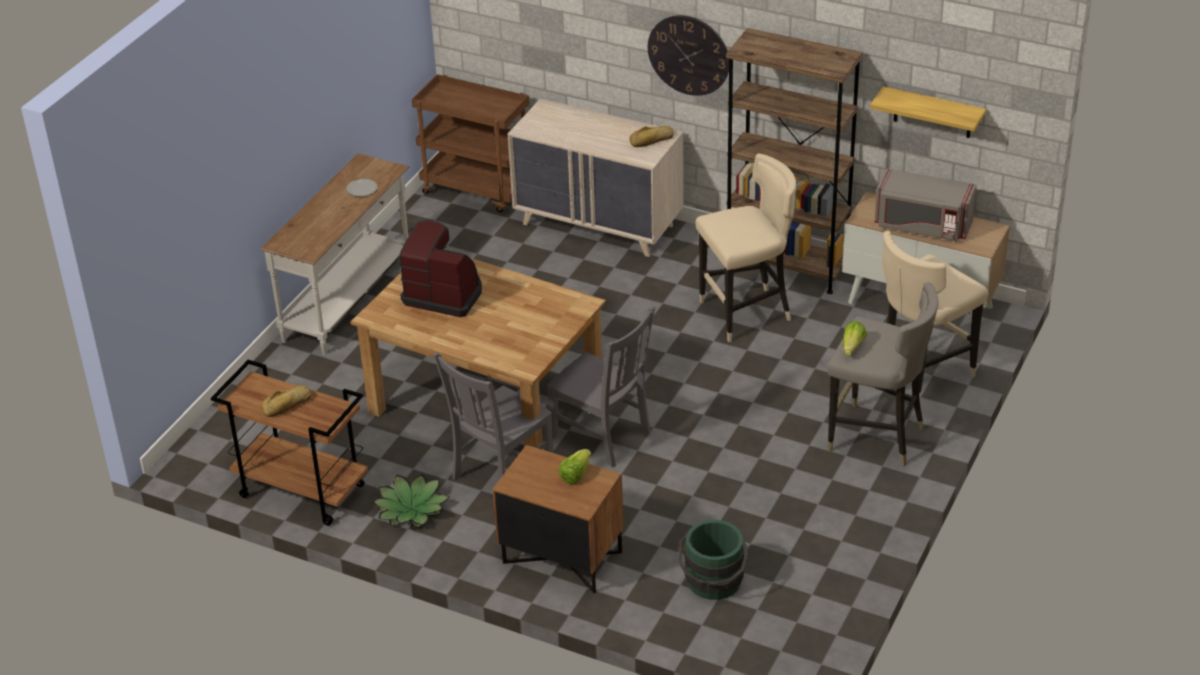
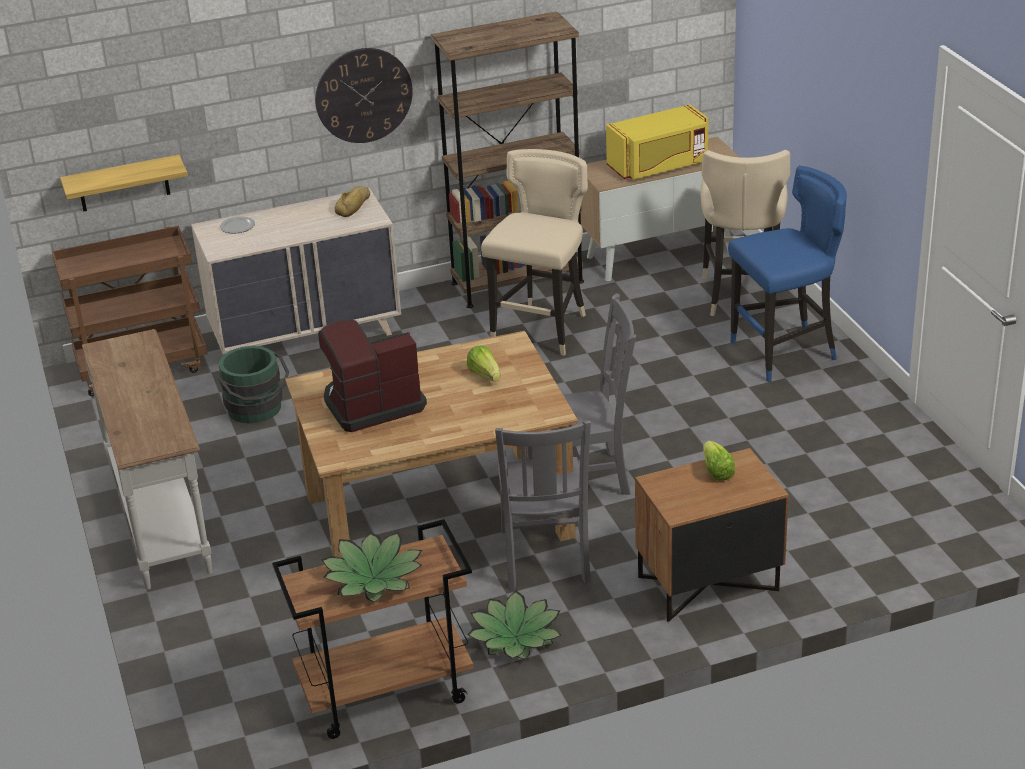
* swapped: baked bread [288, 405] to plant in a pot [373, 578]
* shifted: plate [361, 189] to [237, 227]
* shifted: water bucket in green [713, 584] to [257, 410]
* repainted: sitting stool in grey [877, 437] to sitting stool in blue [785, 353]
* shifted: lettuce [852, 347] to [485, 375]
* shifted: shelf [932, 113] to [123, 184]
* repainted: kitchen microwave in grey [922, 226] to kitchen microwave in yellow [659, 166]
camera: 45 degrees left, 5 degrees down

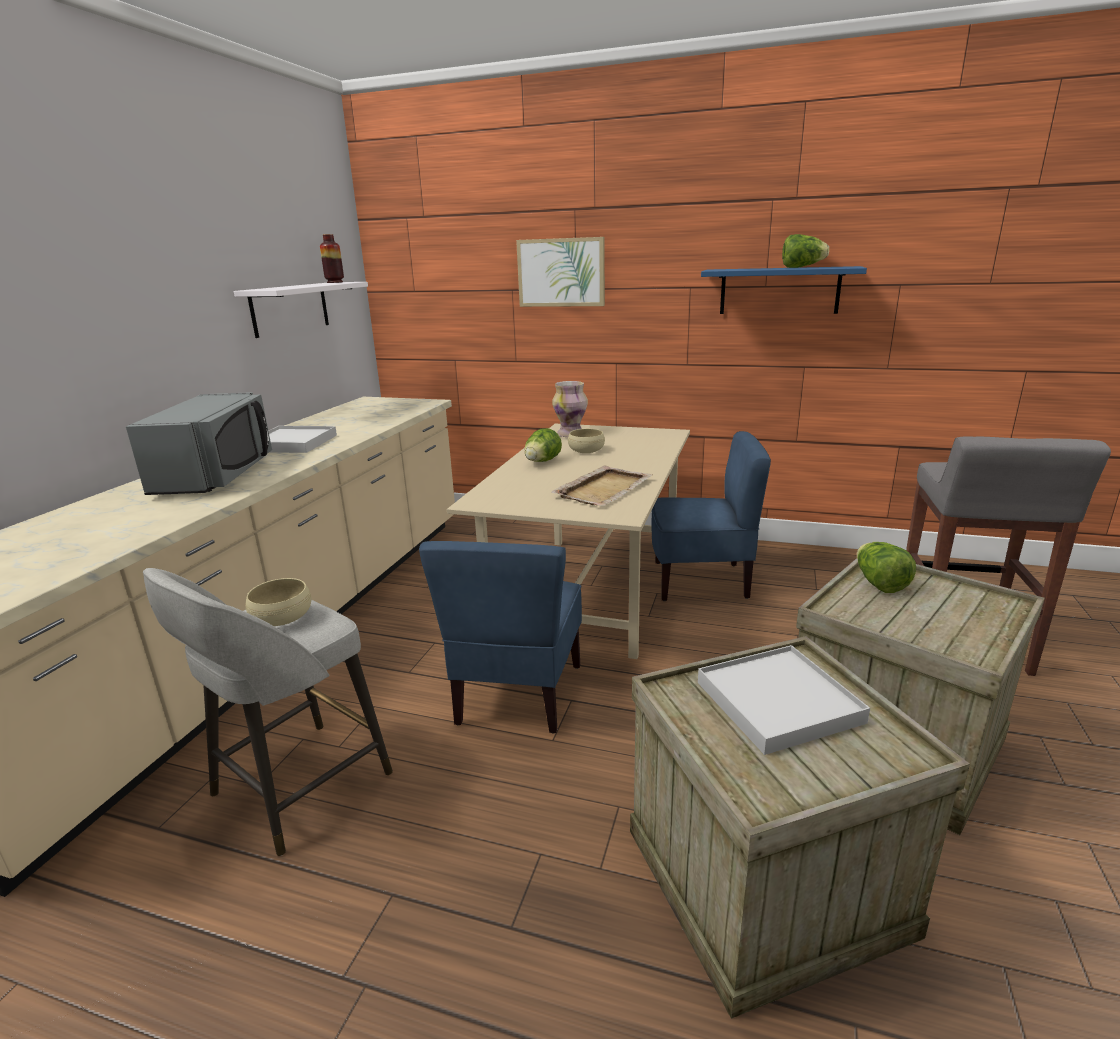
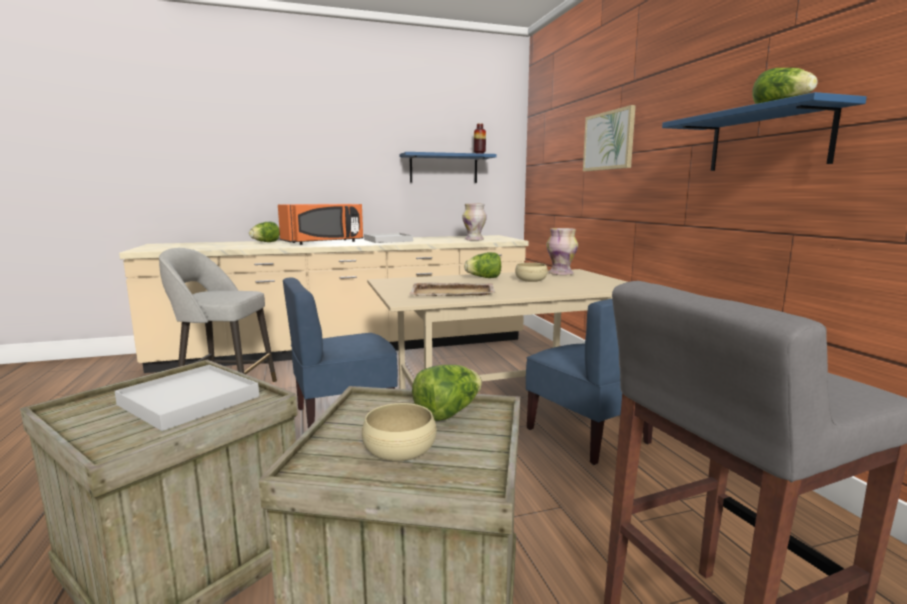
* repainted: kitchen microwave in grey [218, 475] to kitchen microwave in orangey [324, 242]
* repainted: shelf in white [290, 308] to shelf in blue [443, 168]
* shifted: serving bowl in beige [282, 617] to [399, 450]
* new: lettuce [265, 242]
* new: vase [474, 240]
camera: 55 degrees right, 10 degrees down

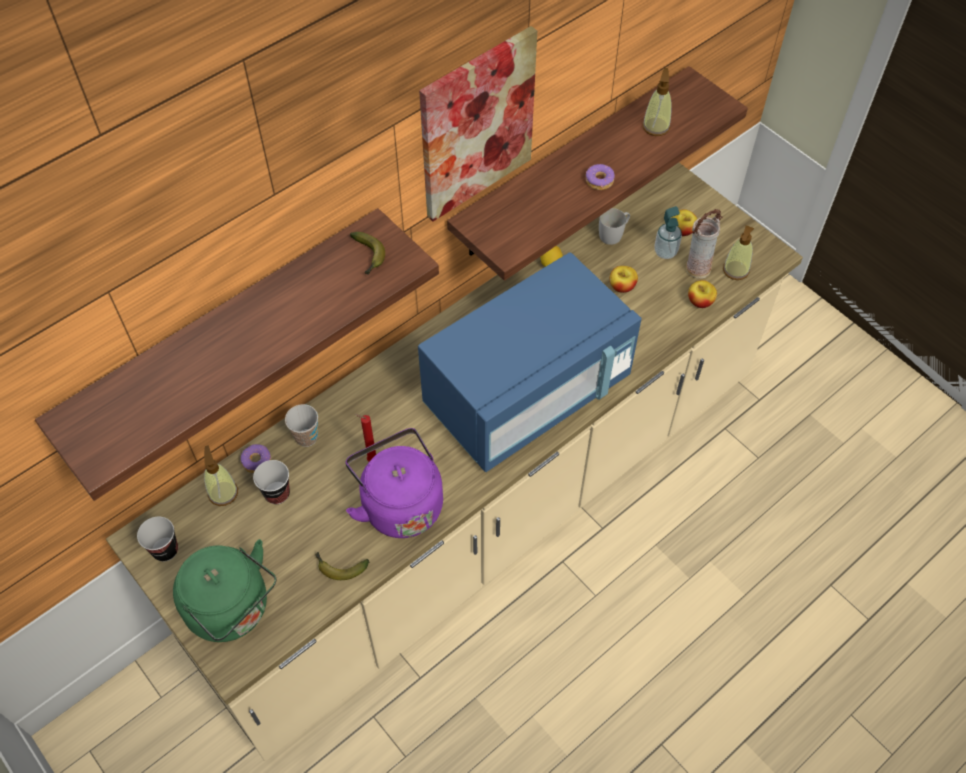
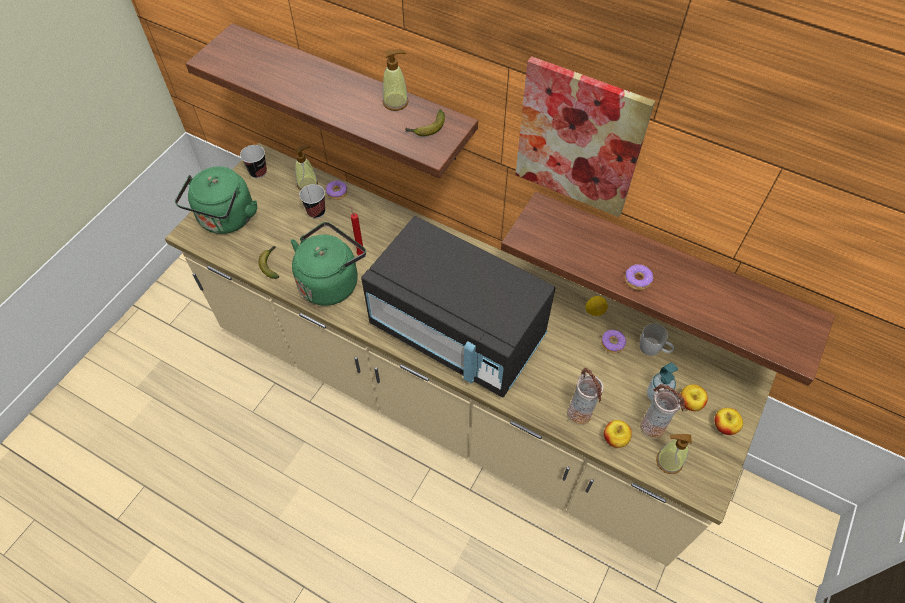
* gone: small cup [306, 437]
* repainted: water kettle in purple [399, 503] to water kettle in green [331, 281]
* repainted: kitchen microwave in blue [527, 393] to kitchen microwave in black [457, 332]
* shifted: apple fruit [622, 286] to [724, 426]
* shifted: soap dispenser [656, 126] to [396, 102]
* new: vase [580, 414]
* new: doughnut [612, 343]
camera: 70 degrees right, 0 degrees up

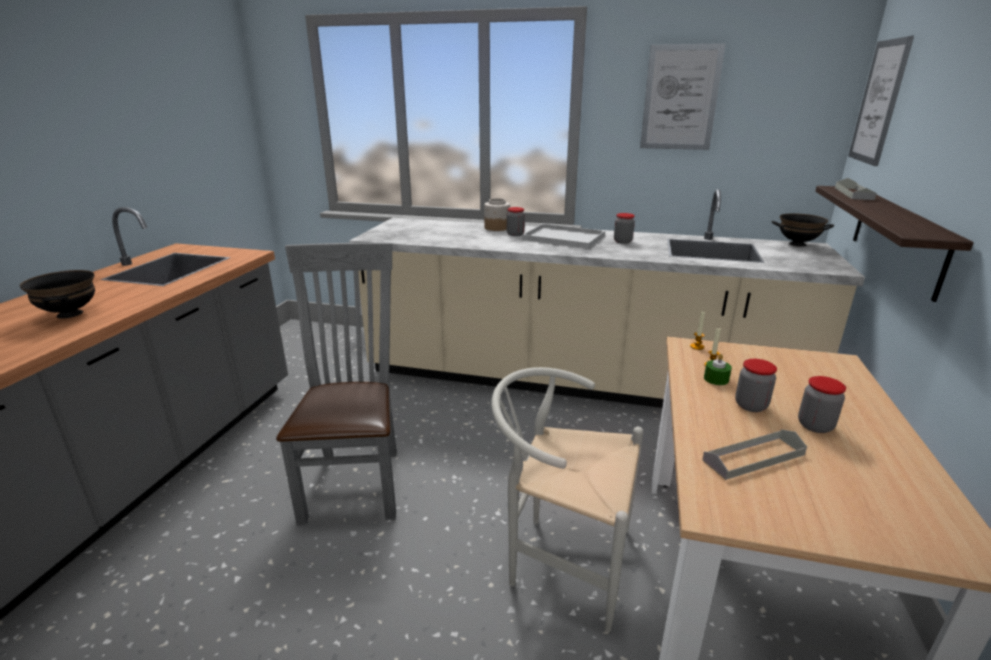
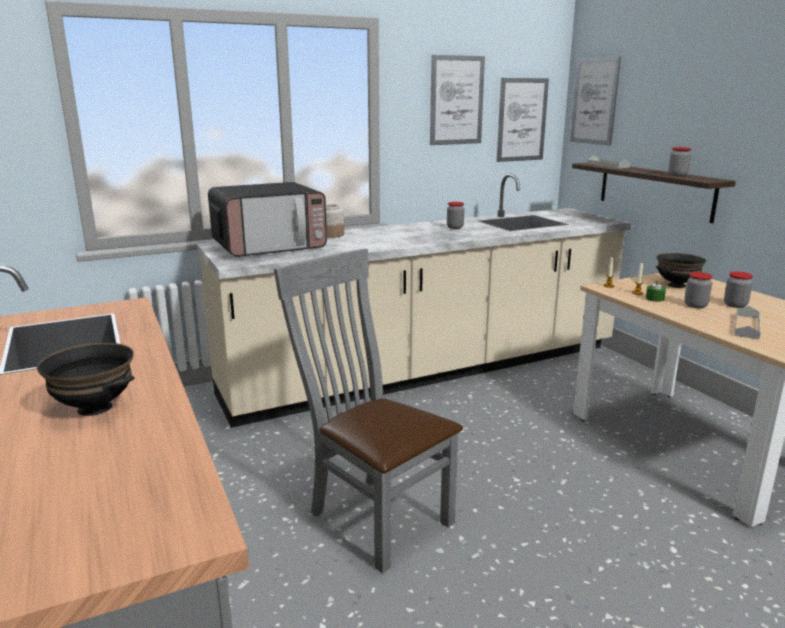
* gone: plain chair in white [560, 560]
* shifted: storage jar [515, 234] to [677, 175]
* gone: tray in white [565, 237]
* shifted: serving bowl in black [797, 244] to [676, 285]
* new: kitchen microwave [269, 246]
* new: wall art [522, 120]
camera: 40 degrees left, 5 degrees down

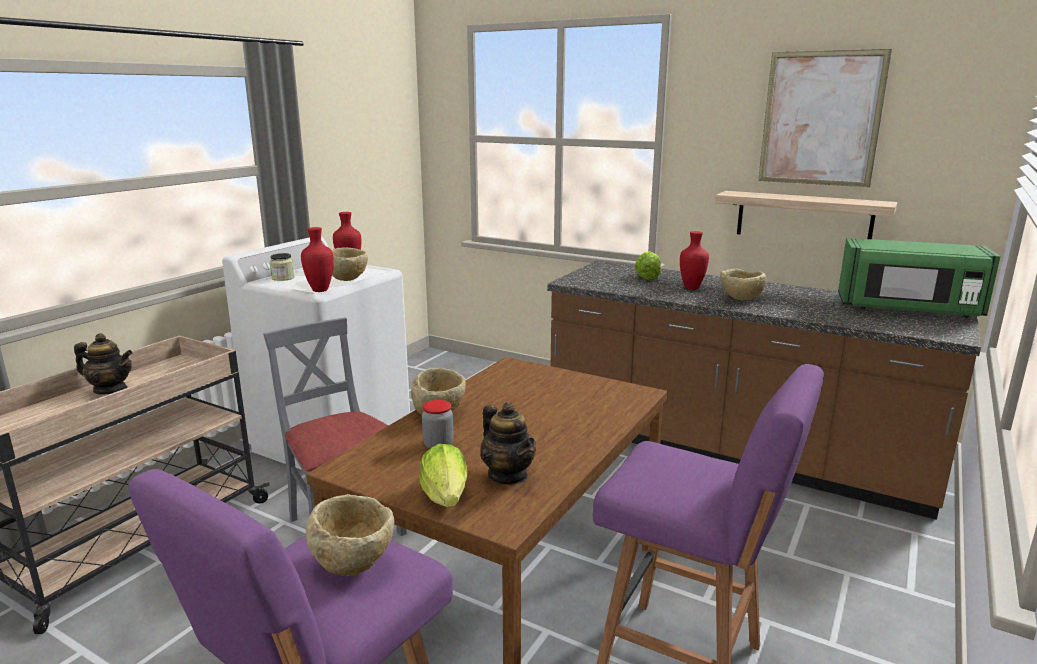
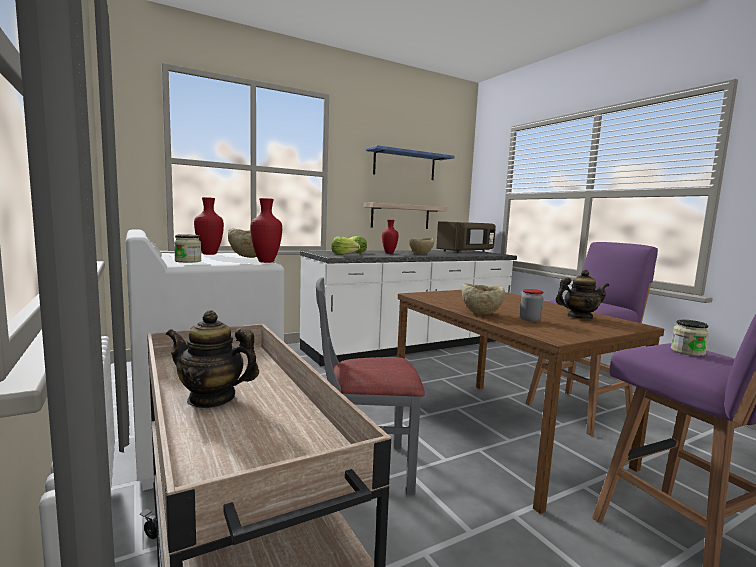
* rotated: pot for tea [110, 390] = [212, 398] 120 degrees counterclockwise
* swapped: serving bowl in beige [354, 563] to storage jar [687, 352]
* shifted: lettuce [446, 497] to [343, 254]
* repainted: kitchen counter in brown-coloured [731, 450] to kitchen counter in white [409, 346]
* swapped: wall art [820, 119] to shelf in blue [404, 165]
* repainted: kitchen microwave in green [908, 310] to kitchen microwave in brown-coloured [466, 251]
camera: 60 degrees left, 10 degrees down

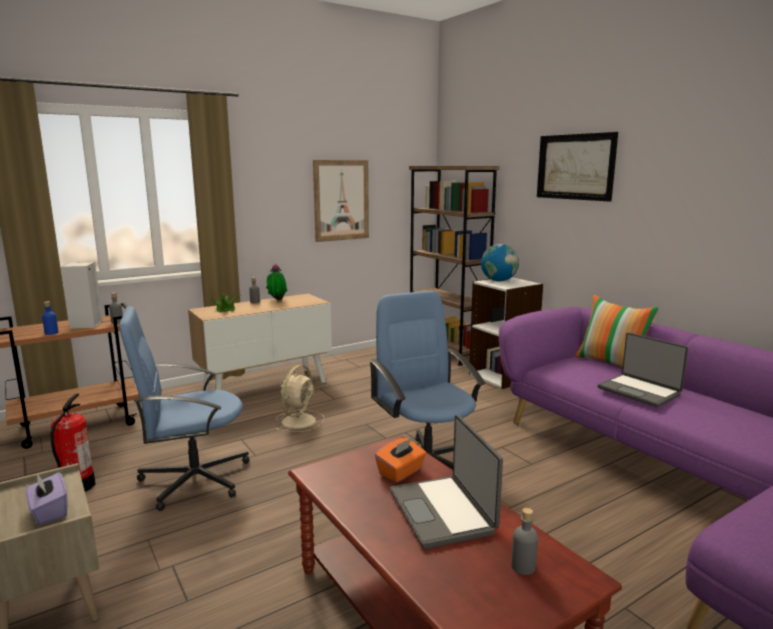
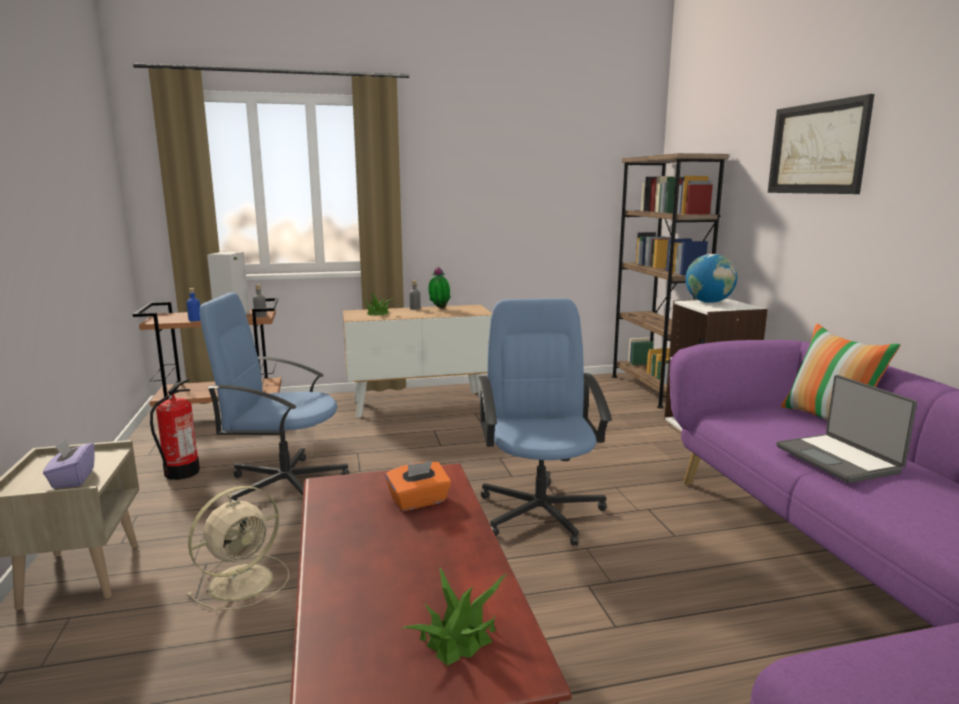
* shifted: cooling fan in beige [299, 420] to [244, 581]
* gone: wall art [341, 200]
* gone: portable computer [443, 511]
* swapped: drink bottle in grey [523, 567] to plant in a pot [459, 637]
camera: 20 degrees right, 0 degrees up

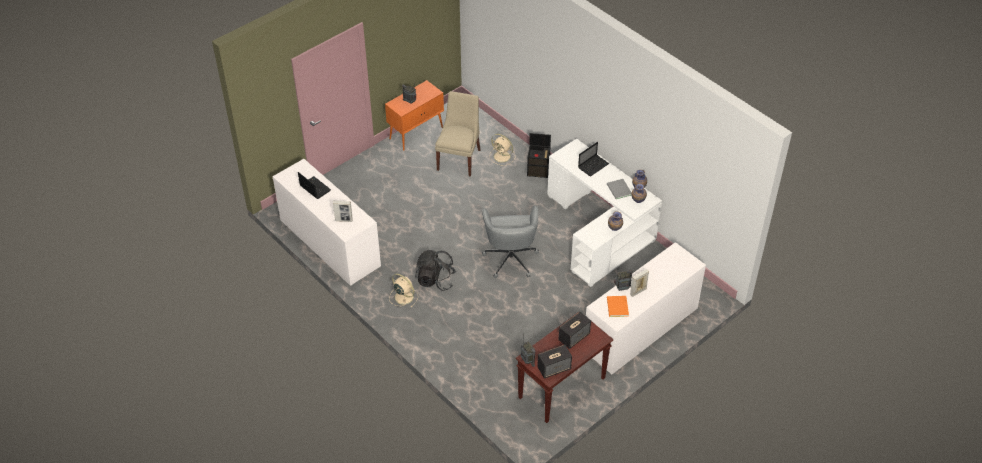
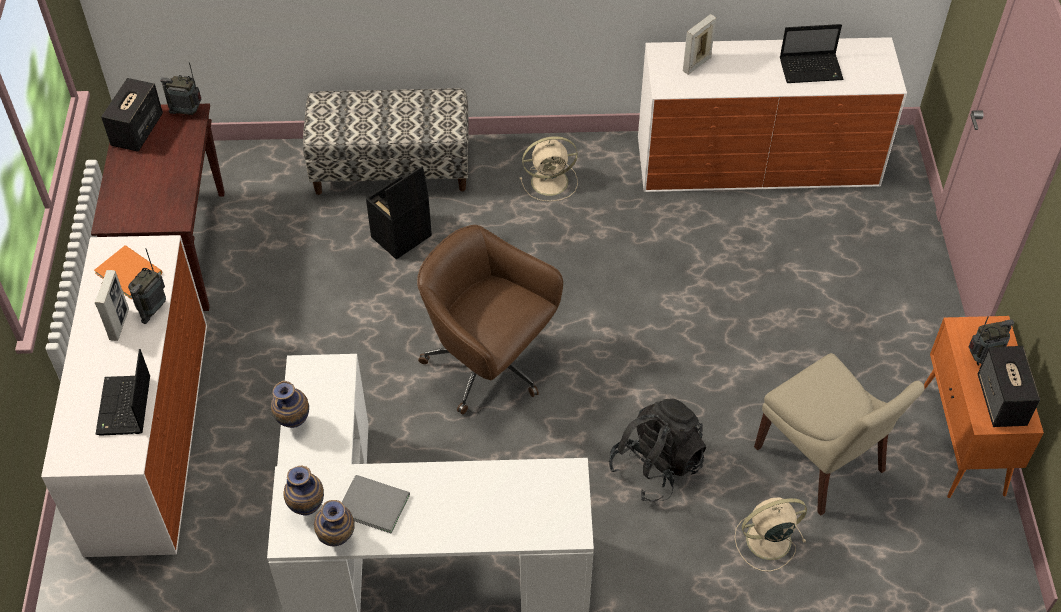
* shifted: rucksack in black [435, 280] to [656, 466]
* repainted: computer chair in grey [510, 258] to computer chair in brown-coloured [488, 366]
* shifted: storage container in black [538, 170] to [401, 237]
* shifted: audio speaker [574, 337] to [1001, 401]
* shifted: portable computer [593, 165] to [125, 407]
* new: bench [391, 168]
camera: 130 degrees right, 5 degrees up

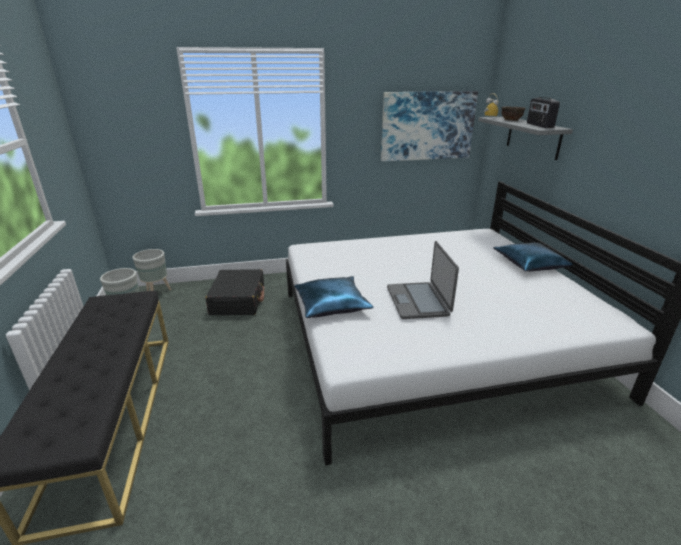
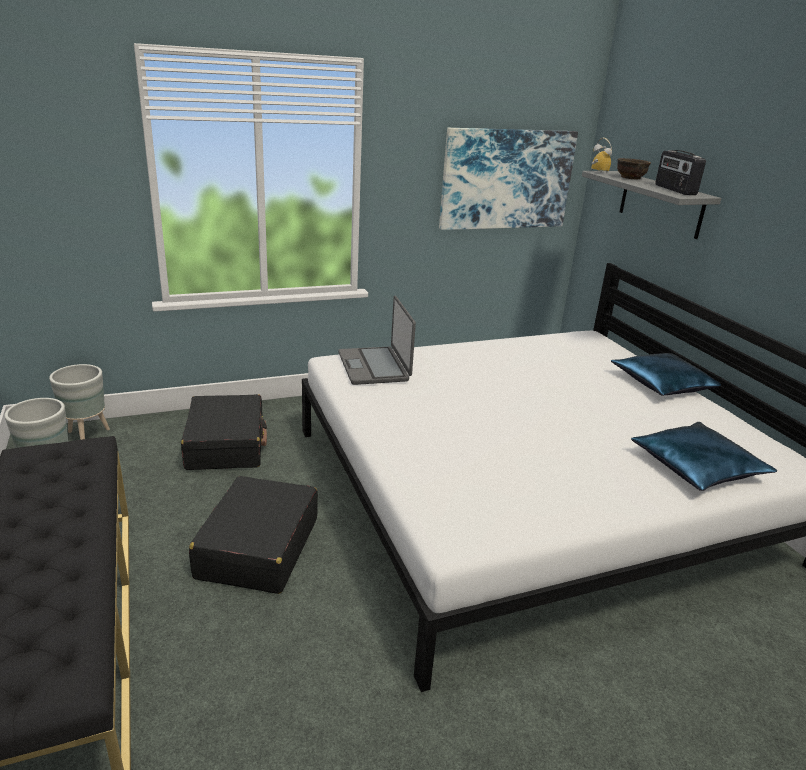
* shifted: cushion in blue [331, 304] to [696, 466]
* shifted: portable computer [418, 301] to [374, 367]
* new: suitcase in black [258, 548]
camera: 10 degrees left, 0 degrees up

